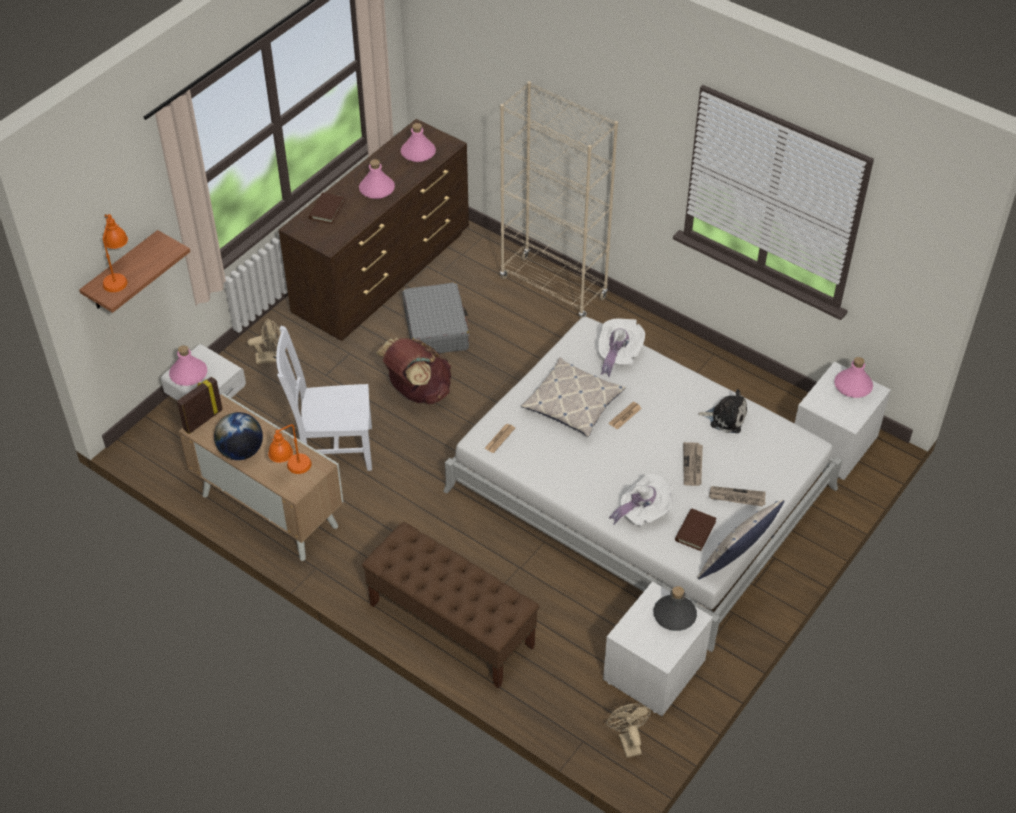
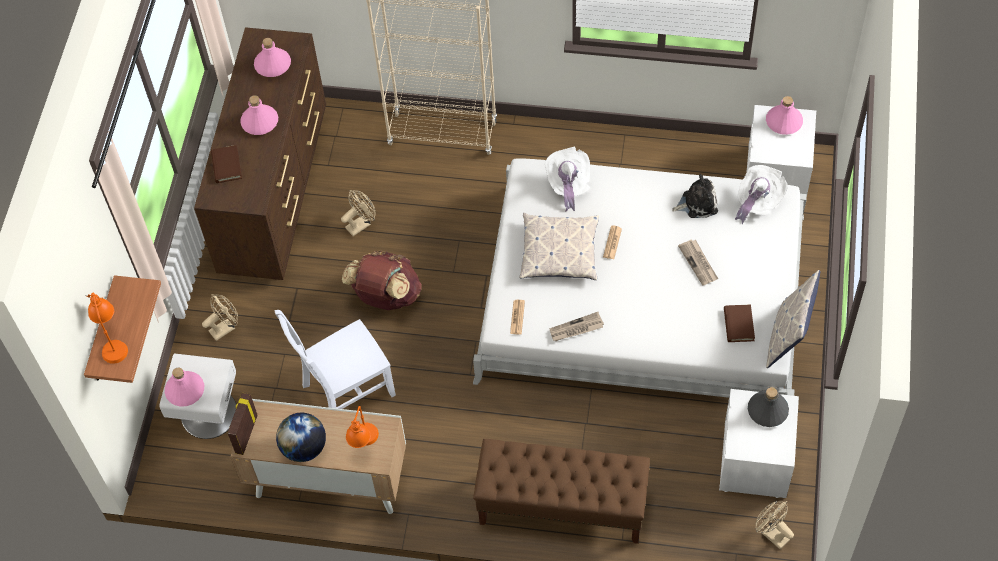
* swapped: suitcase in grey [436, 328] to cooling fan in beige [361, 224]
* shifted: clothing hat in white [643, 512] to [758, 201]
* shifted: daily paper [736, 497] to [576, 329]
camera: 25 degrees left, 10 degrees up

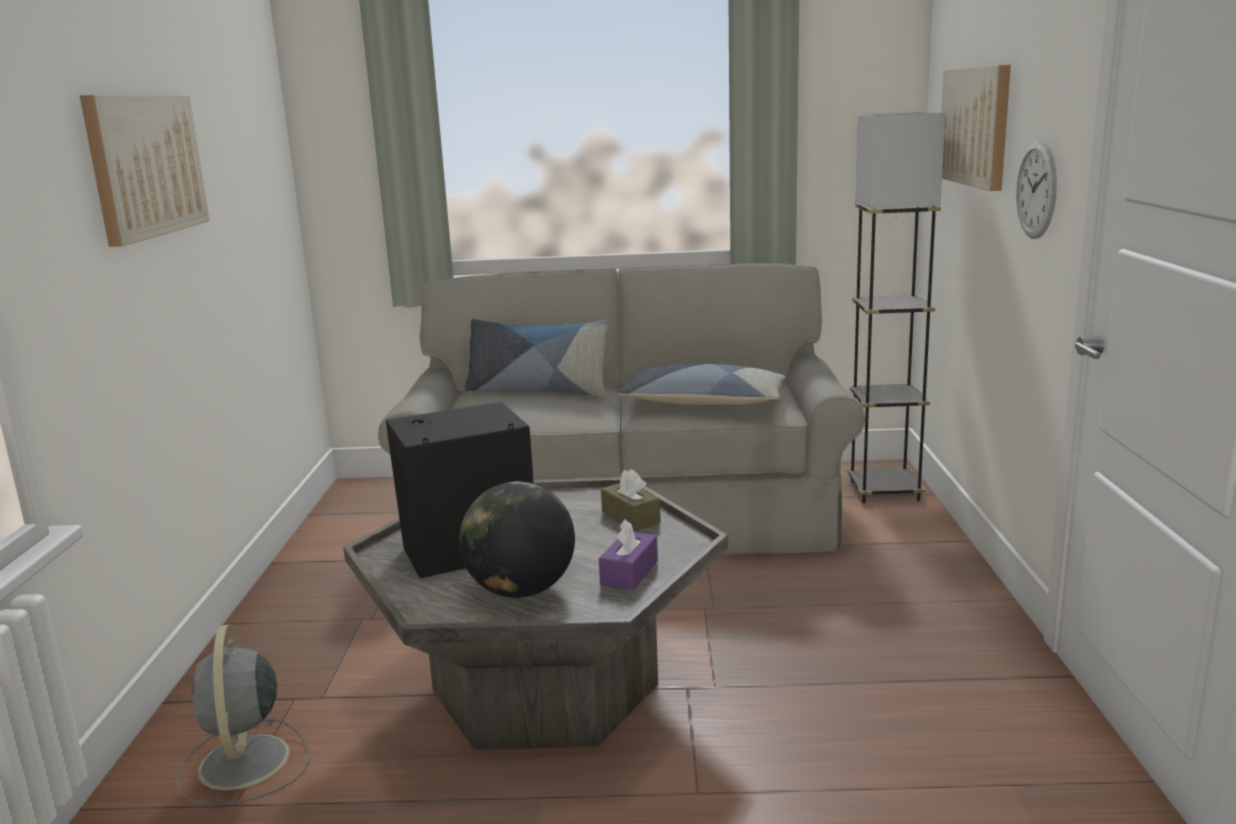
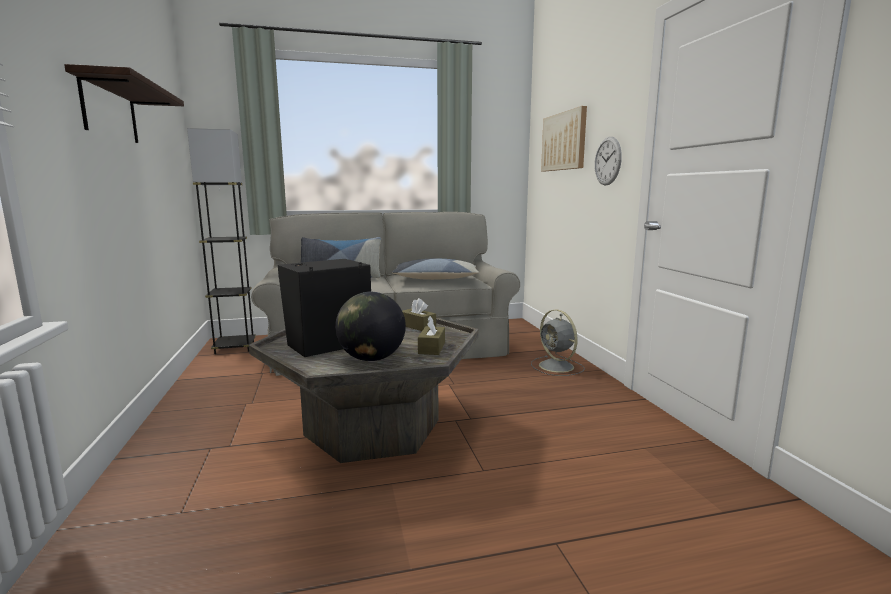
* swapped: wall art [145, 165] to shelf [110, 111]
* shifted: cooling fan in grey [244, 764] to [557, 367]
* repainted: box of tissues in purple [629, 573] to box of tissues in brown-coloured [431, 348]
* shifted: floor lamp in grey [884, 491] to [235, 347]
camera: 15 degrees left, 5 degrees down

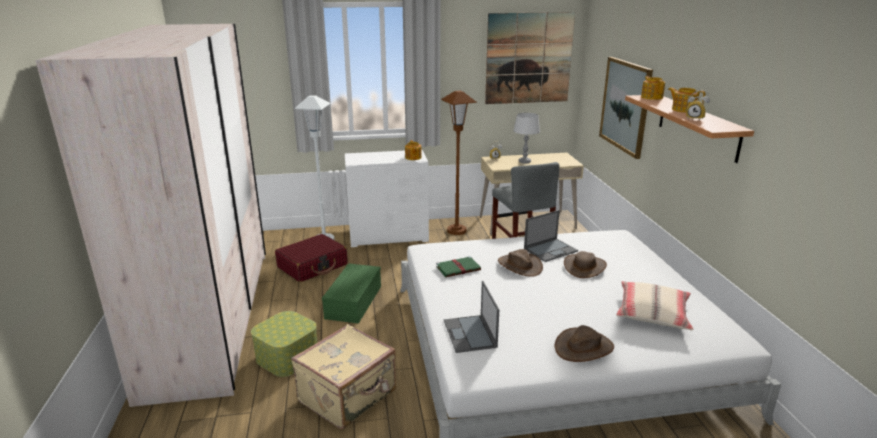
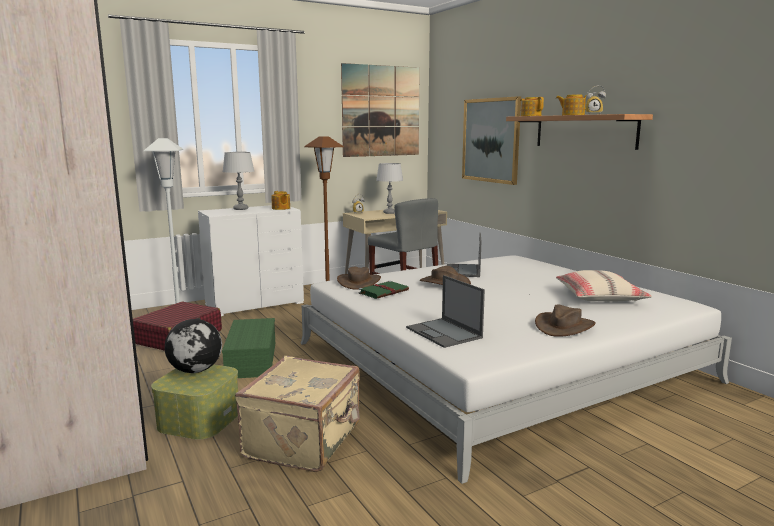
* rotated: portable computer [551, 250] = [463, 271] 150 degrees clockwise
* shifted: clothing hat in brown-coloured [584, 267] to [359, 282]
* new: world globe [196, 370]
* new: table lamp in grey [241, 209]
camera: 20 degrees left, 10 degrees down

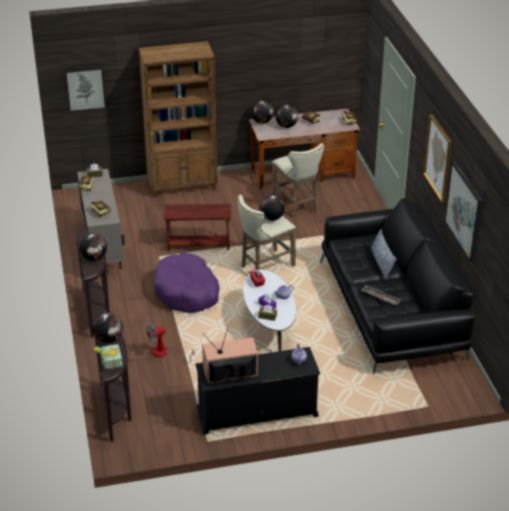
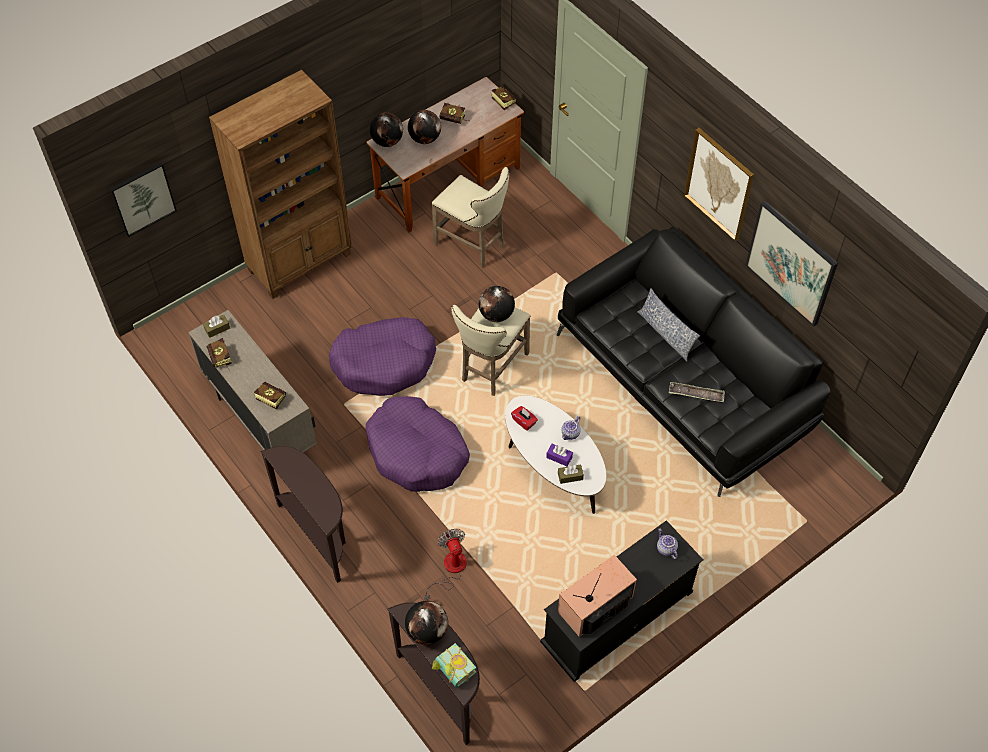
* gone: world globe [94, 258]
* rotated: cooling fan [165, 353] = [450, 570] 120 degrees clockwise
* swapped: accent table in brown-coloured [198, 245] to dog bed in purple [384, 363]
camera: 25 degrees left, 20 degrees up

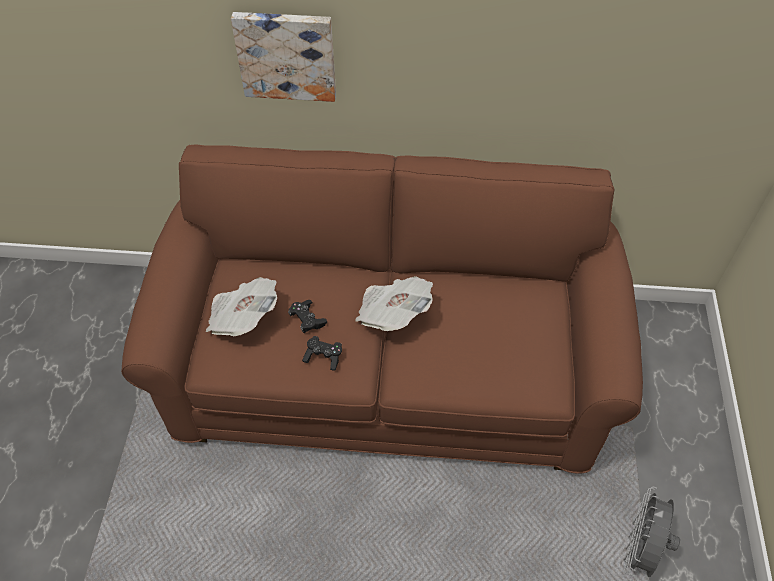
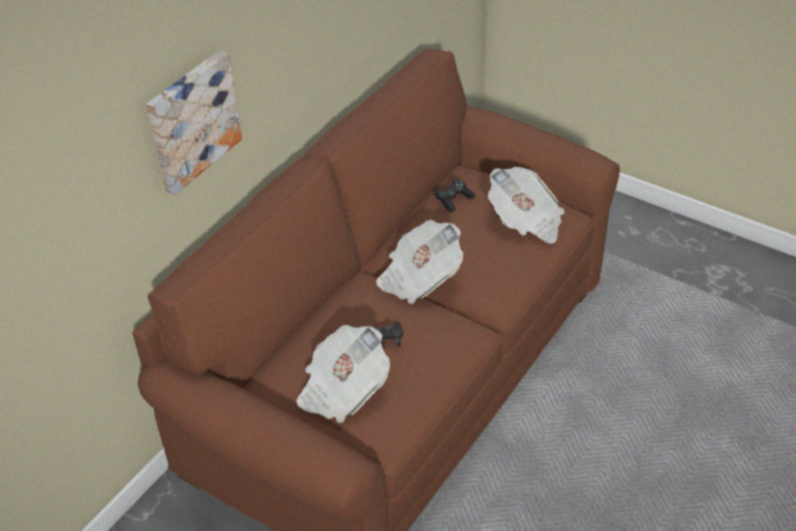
* shifted: joypad in black [323, 357] to [454, 200]
* gone: cooling fan in grey [640, 549]
* new: daily paper [526, 221]
camera: 60 degrees left, 10 degrees down

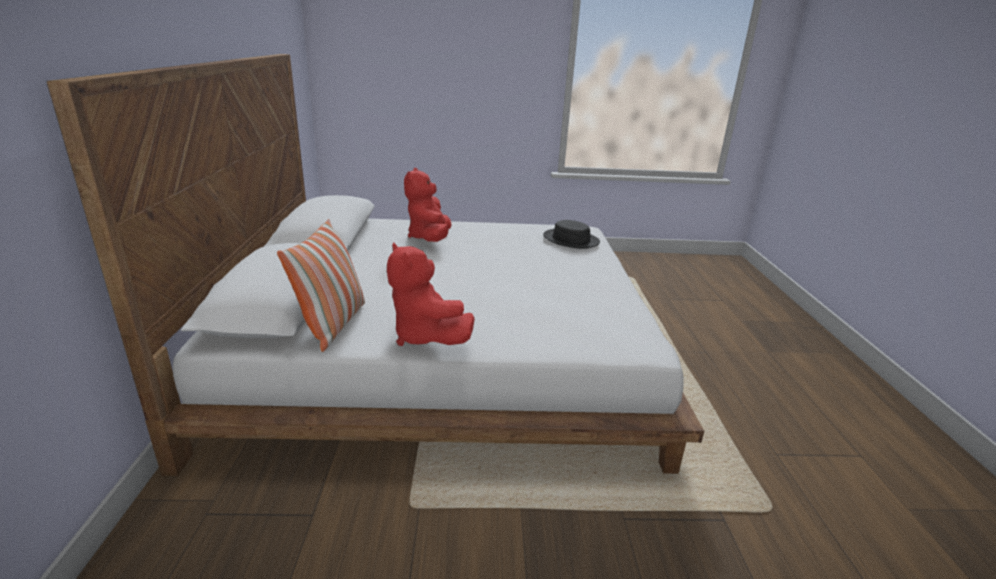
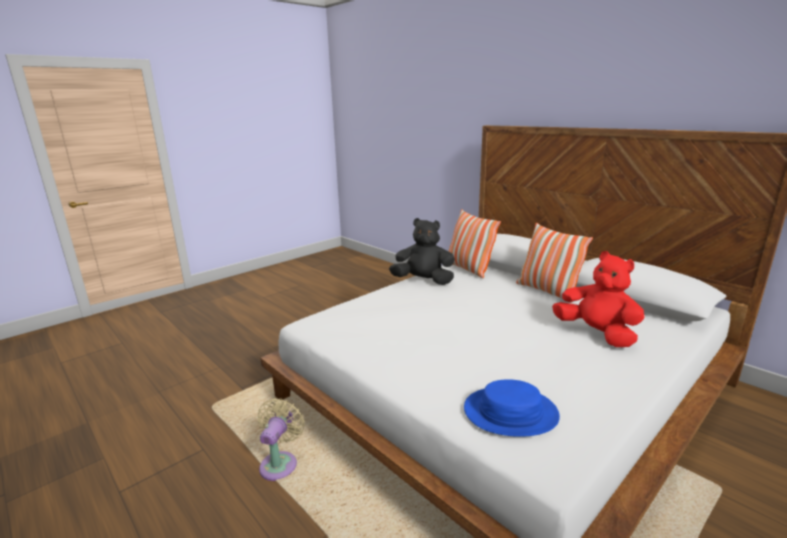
* repainted: soft toy in red-coloured [425, 336] to soft toy in black [423, 281]
* repainted: clothing hat in black [571, 240] to clothing hat in blue [510, 413]
* new: cooling fan in beige [280, 463]
* new: cushion [547, 291]
camera: 140 degrees right, 5 degrees down

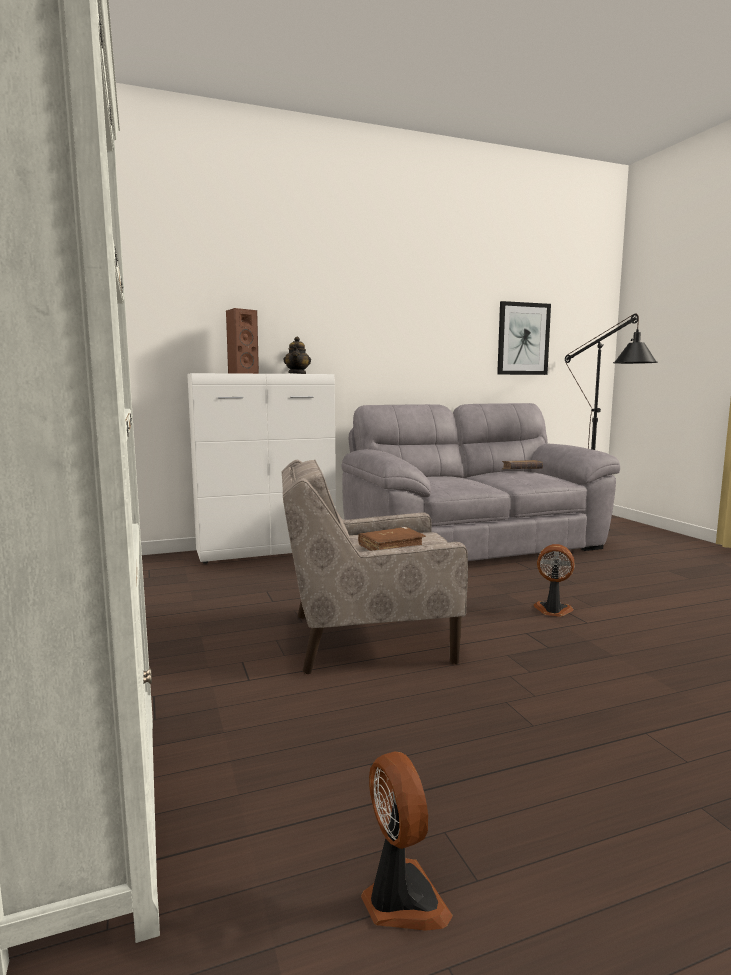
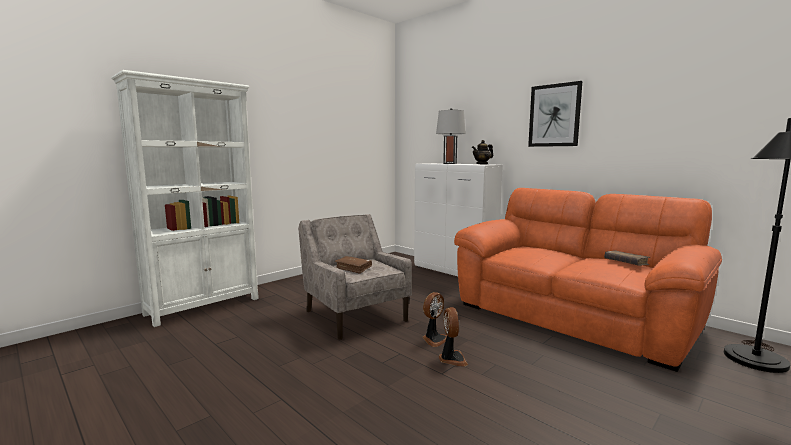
* swapped: audio speaker in brown-coloured [242, 373] to table lamp in grey [450, 163]
* repainted: couch in grey [471, 544] to couch in orangey [572, 315]
* shifted: cooling fan [401, 899] to [434, 339]
* shifted: wall art [523, 339] to [554, 115]
camera: 65 degrees right, 0 degrees up

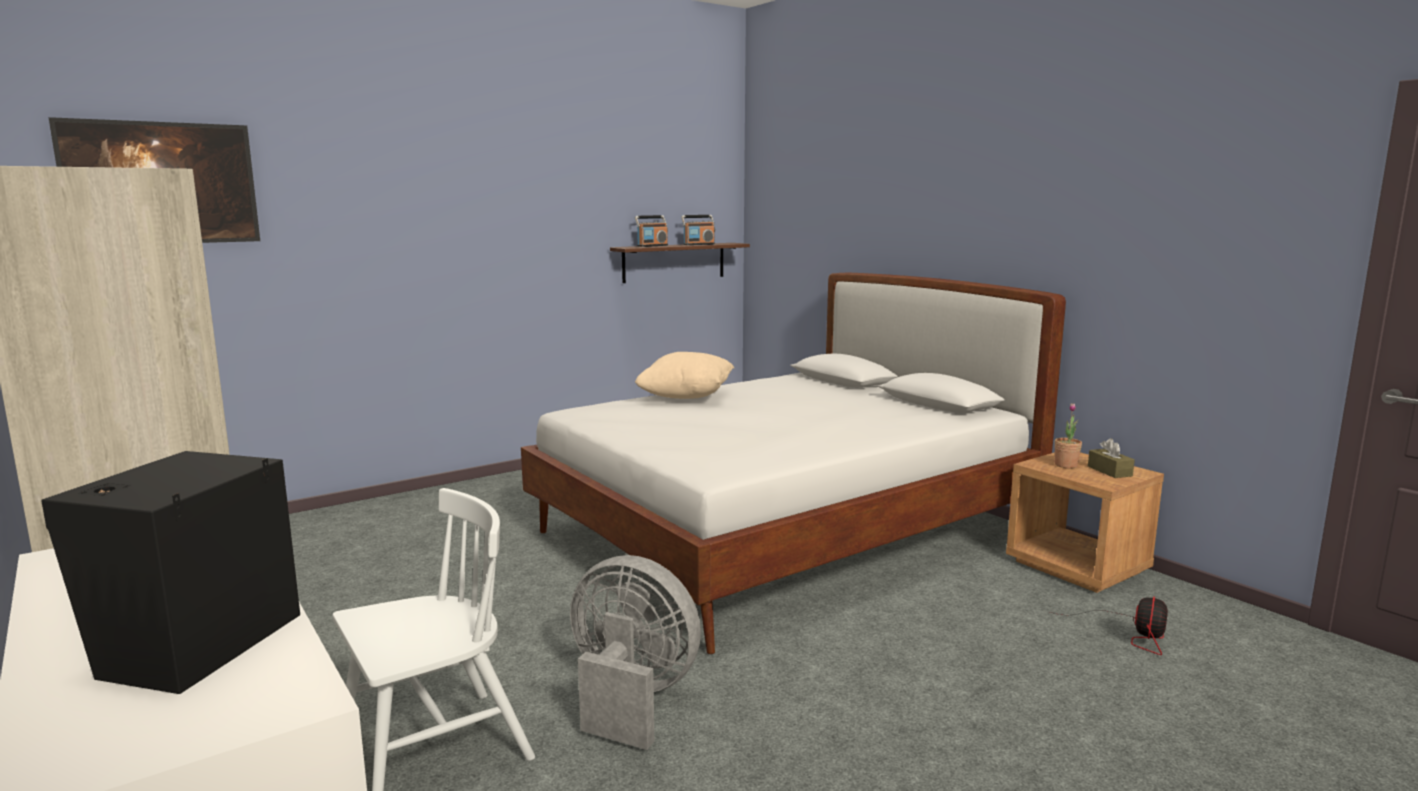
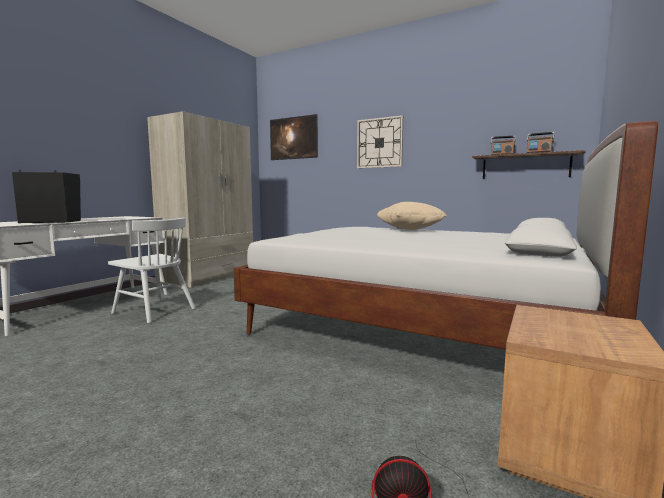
* gone: cooling fan in grey [630, 698]
* gone: plant in a pot [1066, 465]
* gone: box of tissues in brown-coloured [1109, 471]
* new: clock on the wall [379, 143]
camera: 65 degrees right, 5 degrees down

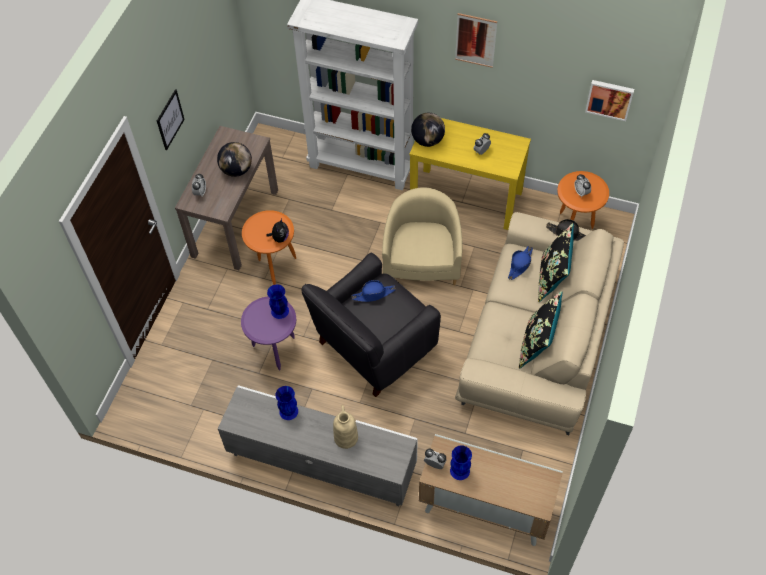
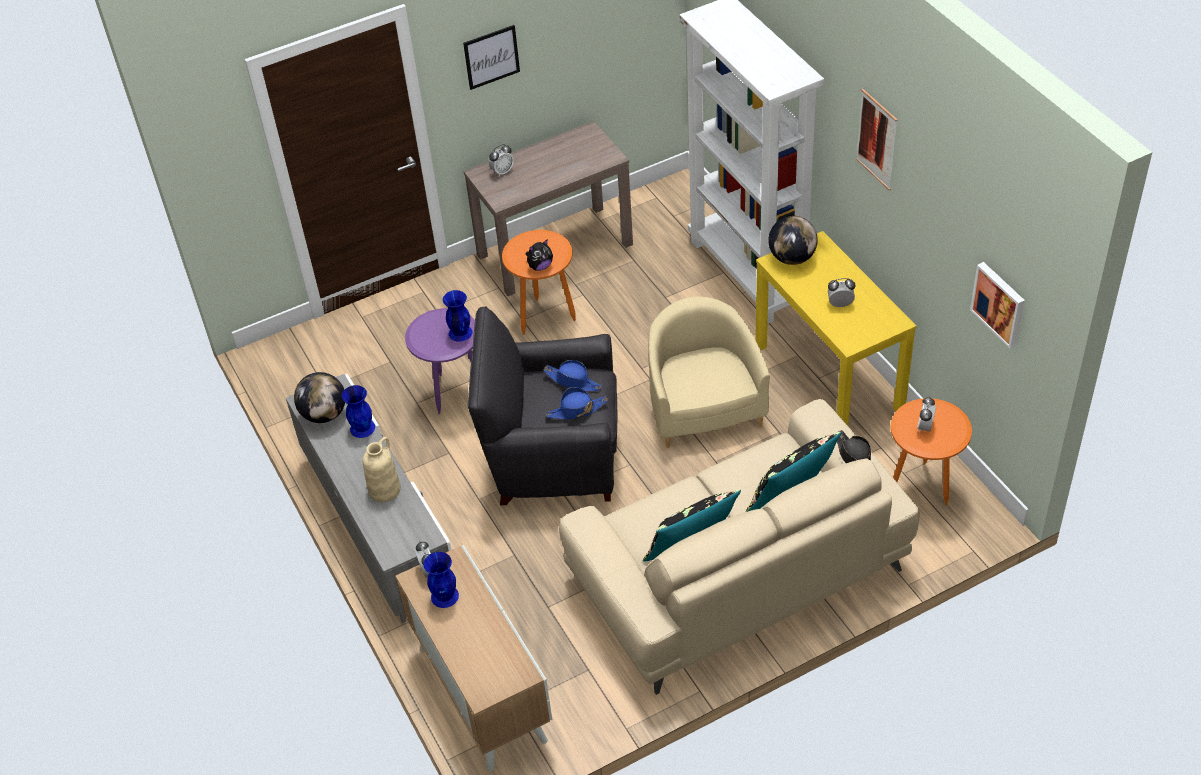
* shifted: world globe [237, 170] to [324, 414]
* rotated: lounge chair in beige [422, 261] = [703, 408] 60 degrees counterclockwise
* shifted: clothing hat in blue [520, 265] to [576, 410]
camera: 45 degrees right, 10 degrees down

